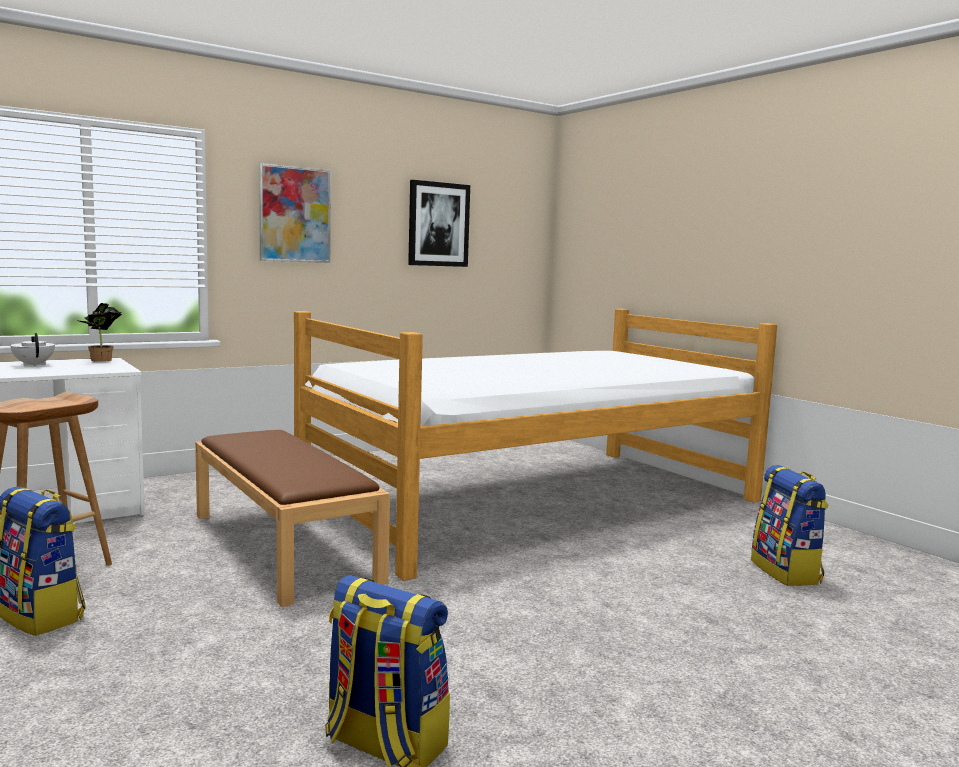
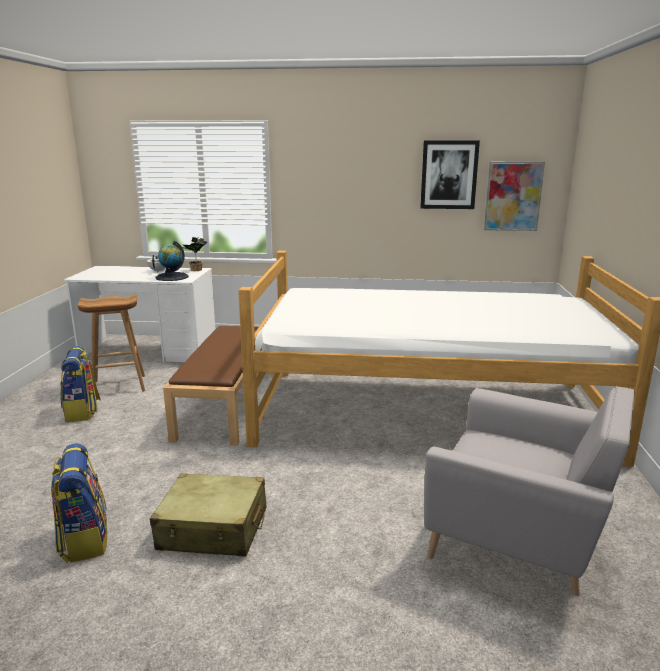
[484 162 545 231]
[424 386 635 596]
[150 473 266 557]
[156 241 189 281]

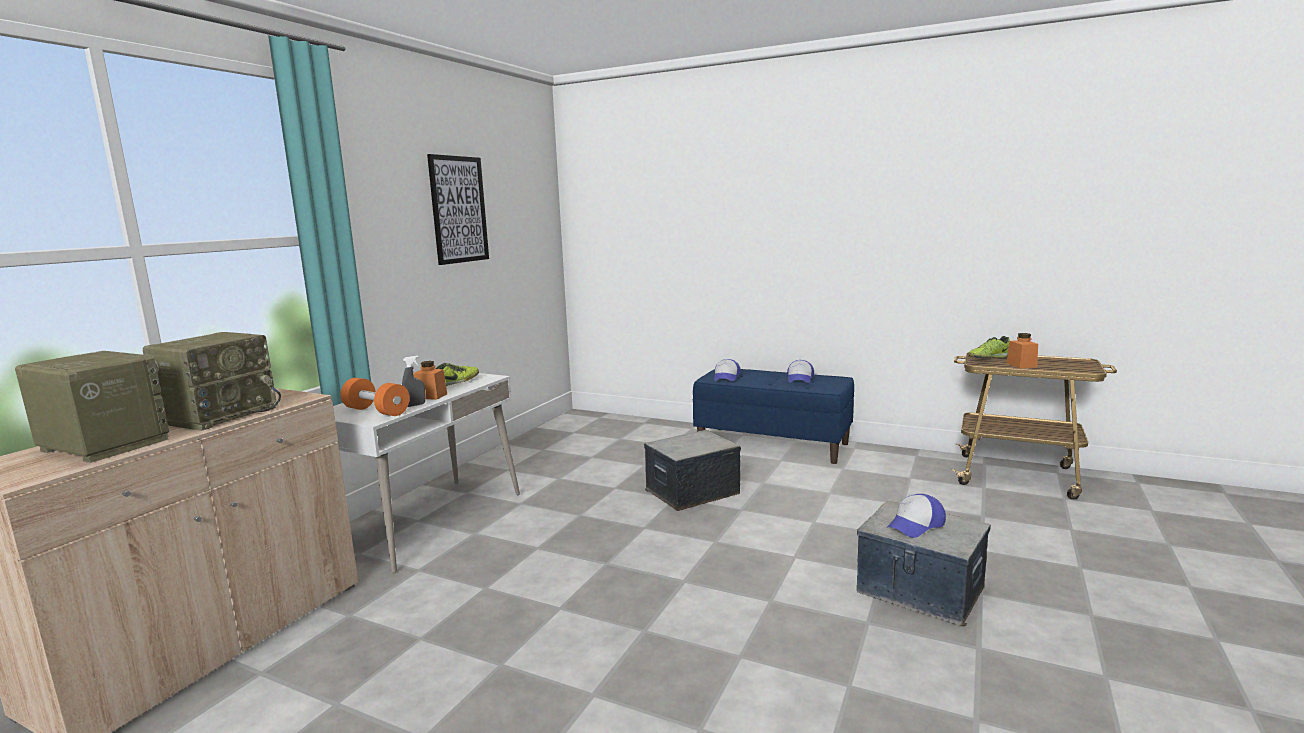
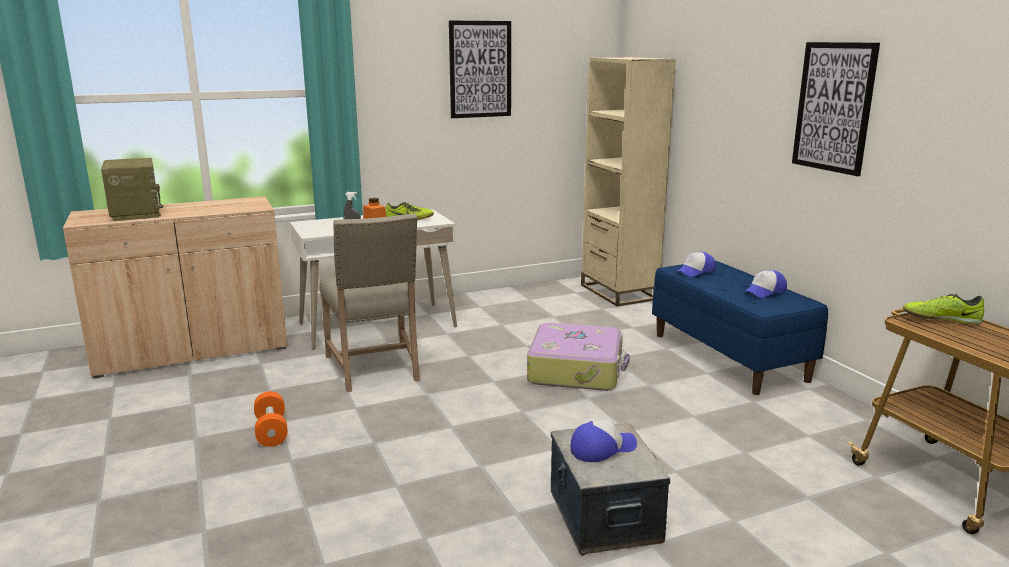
[143 332 281 431] (first image)
[254 391 288 447]
[527 323 630 391]
[570 421 637 462]
[1006 333 1038 368] (first image)
[319 213 420 392]
[581 57 676 306]
[792 42 880 176]

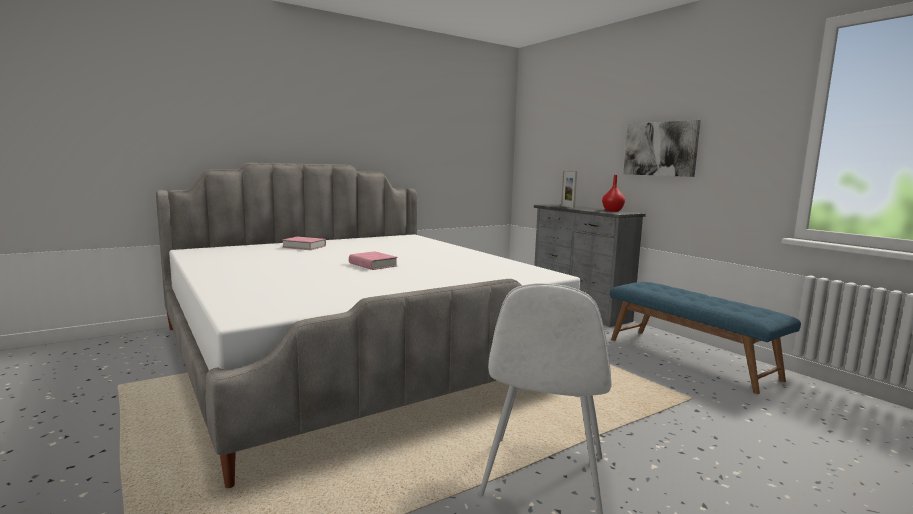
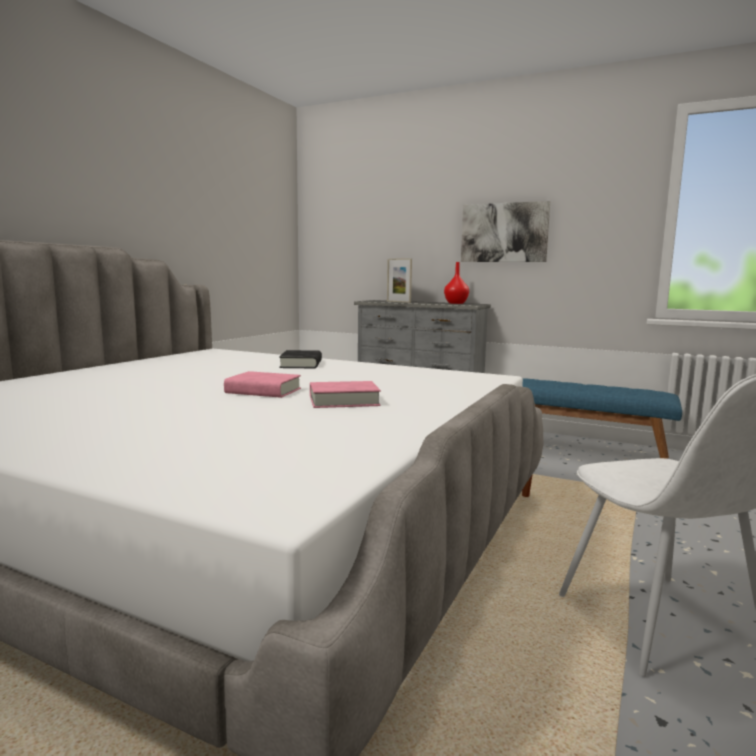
[310 381 381 408]
[279 350 322 368]

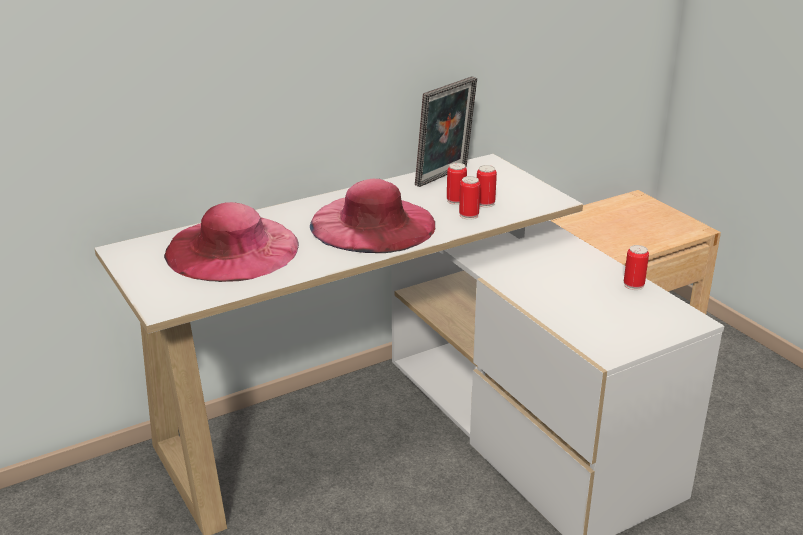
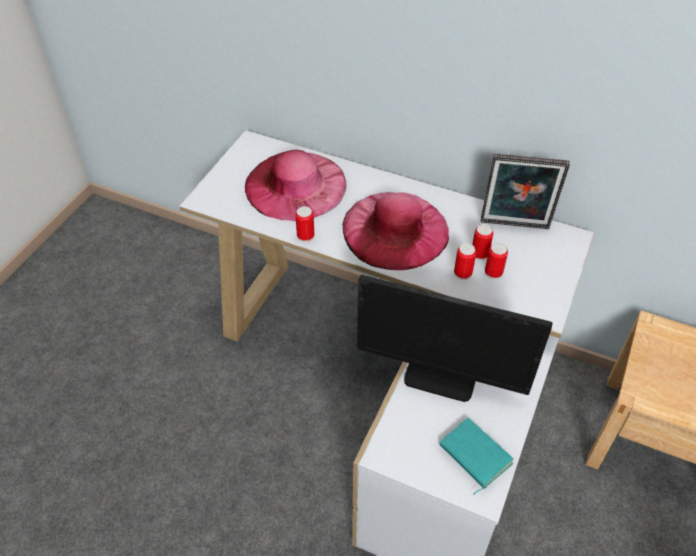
[295 206 314 242]
[357 275 553 402]
[439 418 514 495]

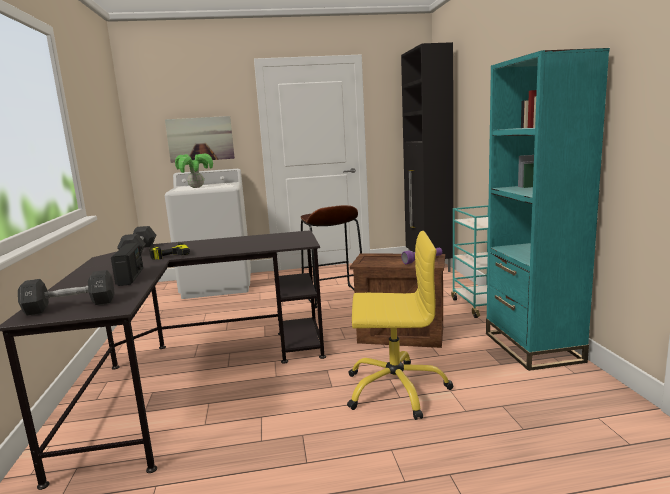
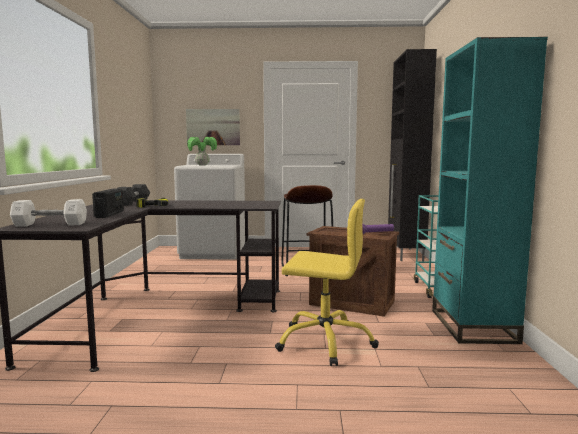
[10 199 87 227]

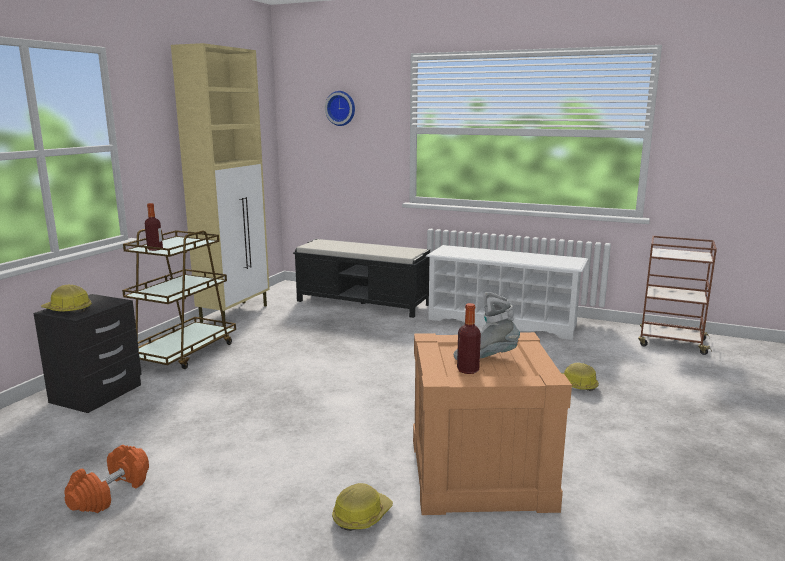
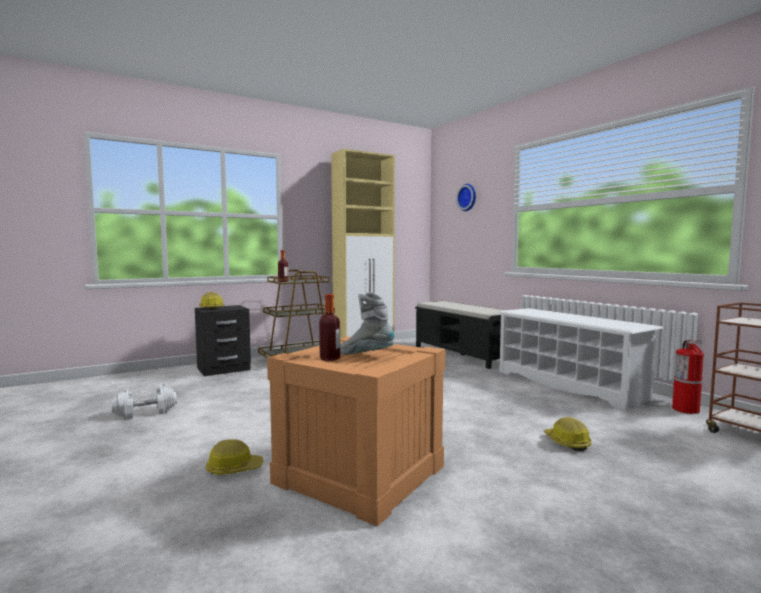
[112 384 177 419]
[672 340 704 414]

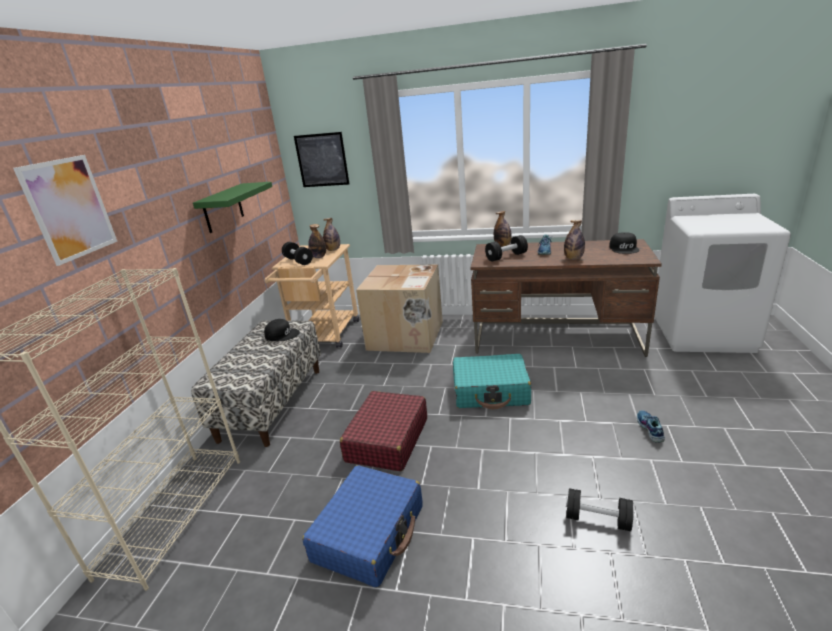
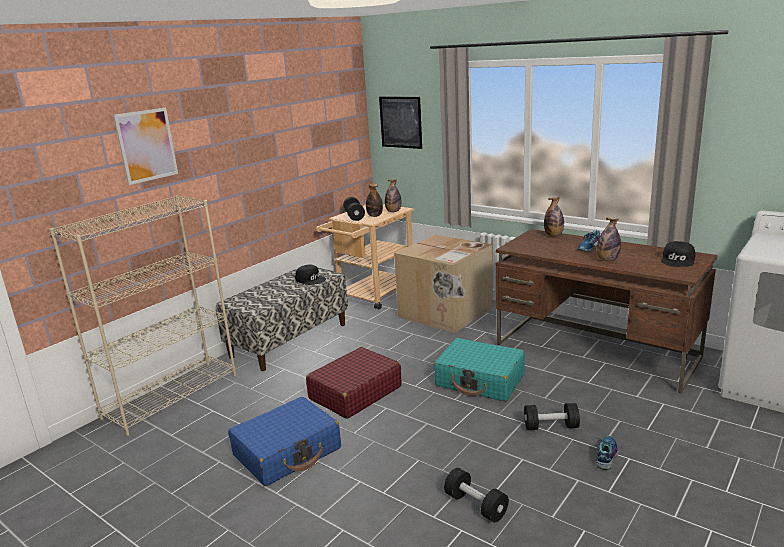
[193 182 272 233] (first image)
[524 403 580 430]

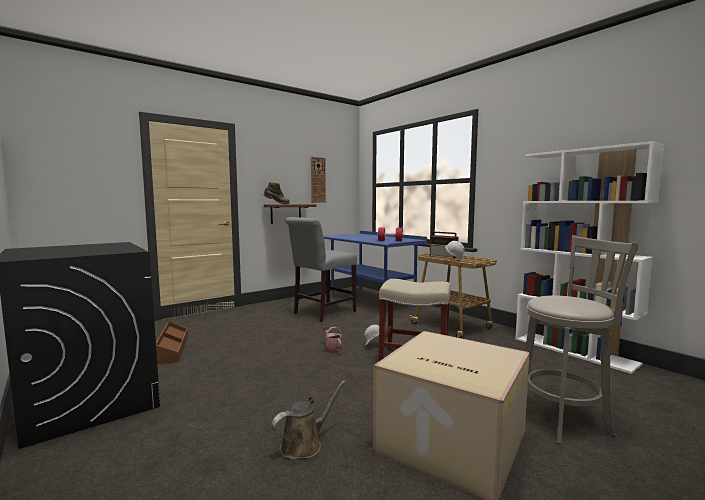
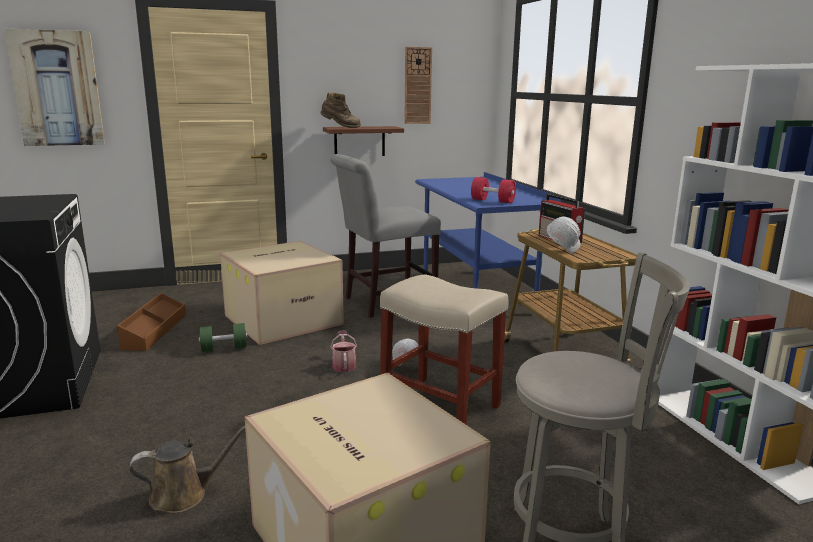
[4 29 105 146]
[199 323 248 352]
[220 241 344 345]

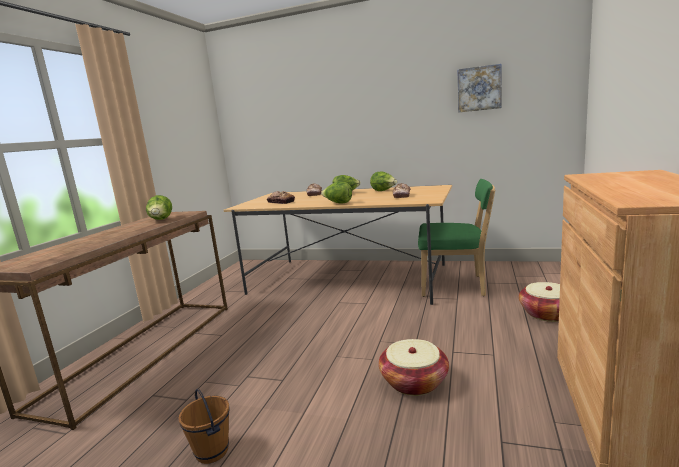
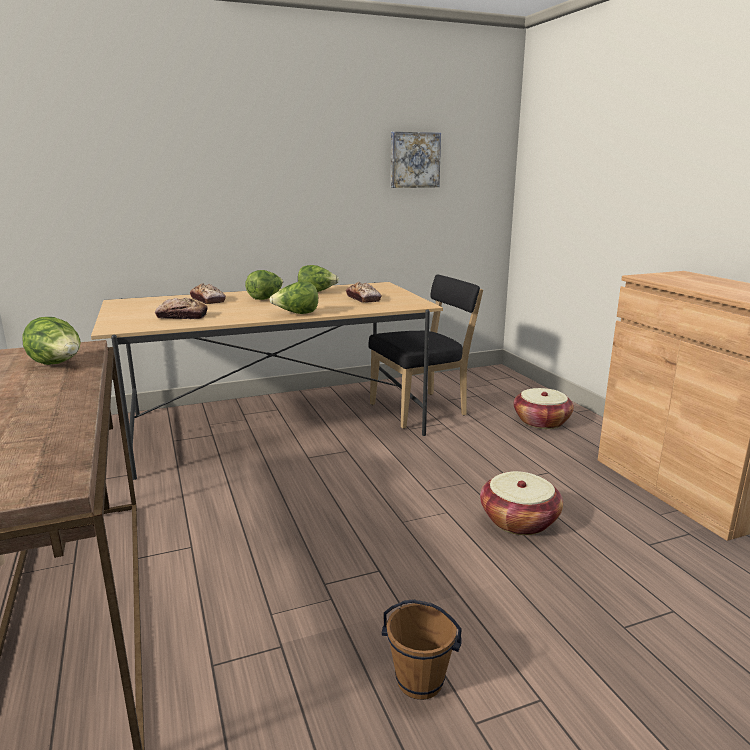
[368 274 483 429]

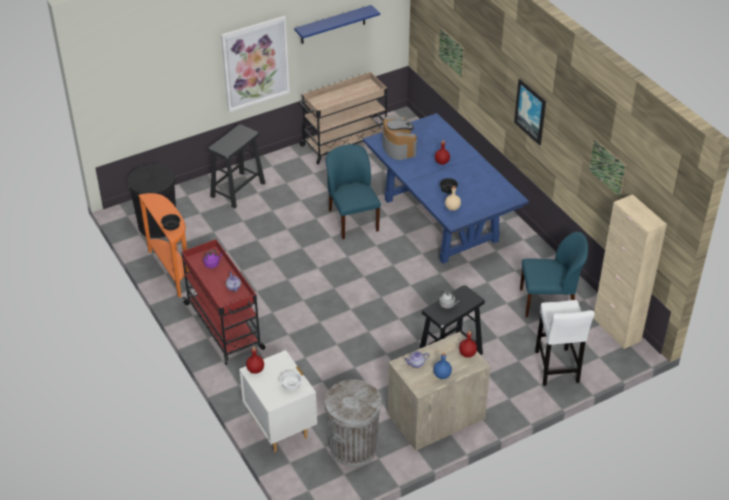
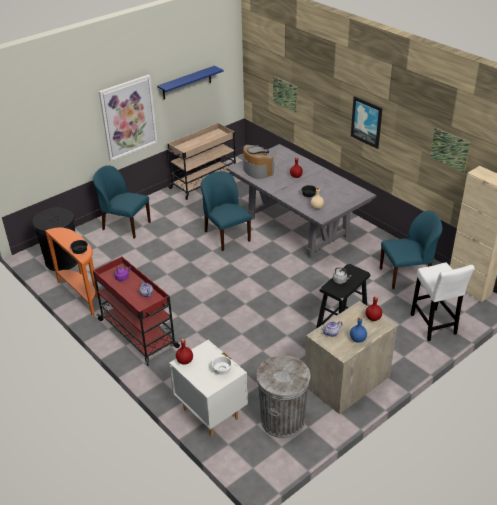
[93 165 151 239]
[226 144 376 258]

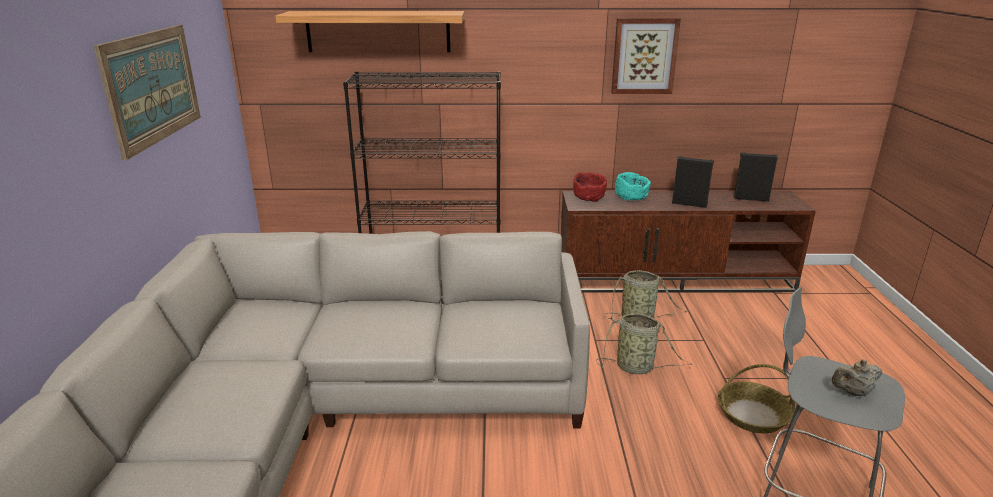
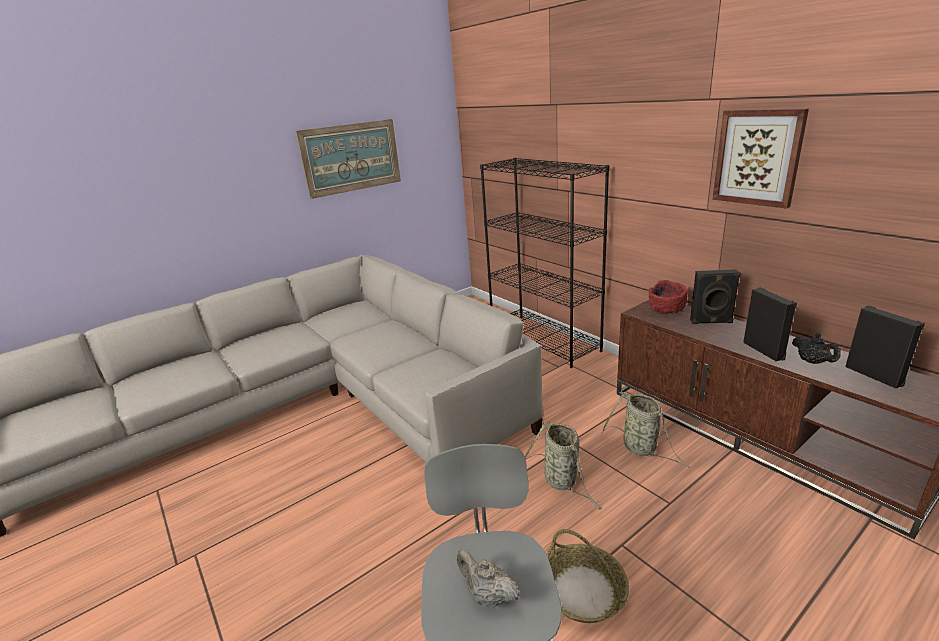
[275 11 464 52] (first image)
[690 269 741 324]
[792 333 841 364]

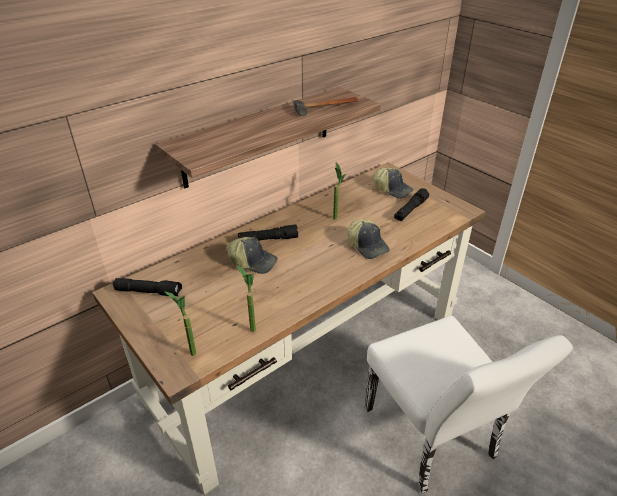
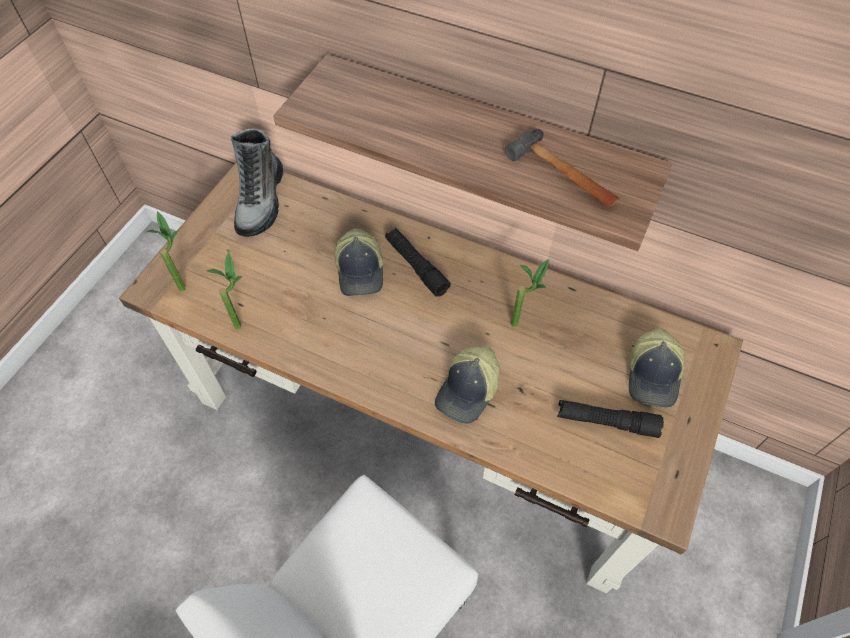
[231 128 284 237]

